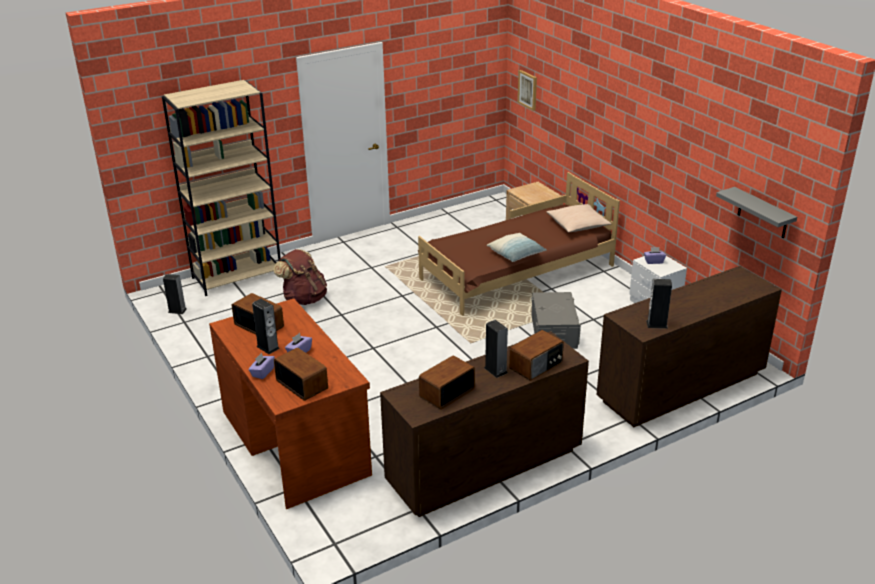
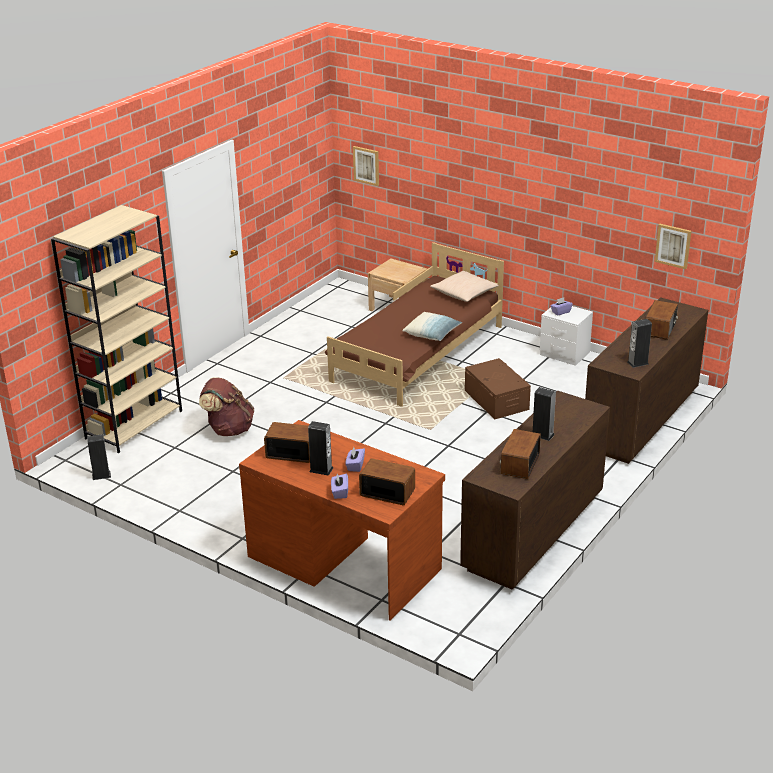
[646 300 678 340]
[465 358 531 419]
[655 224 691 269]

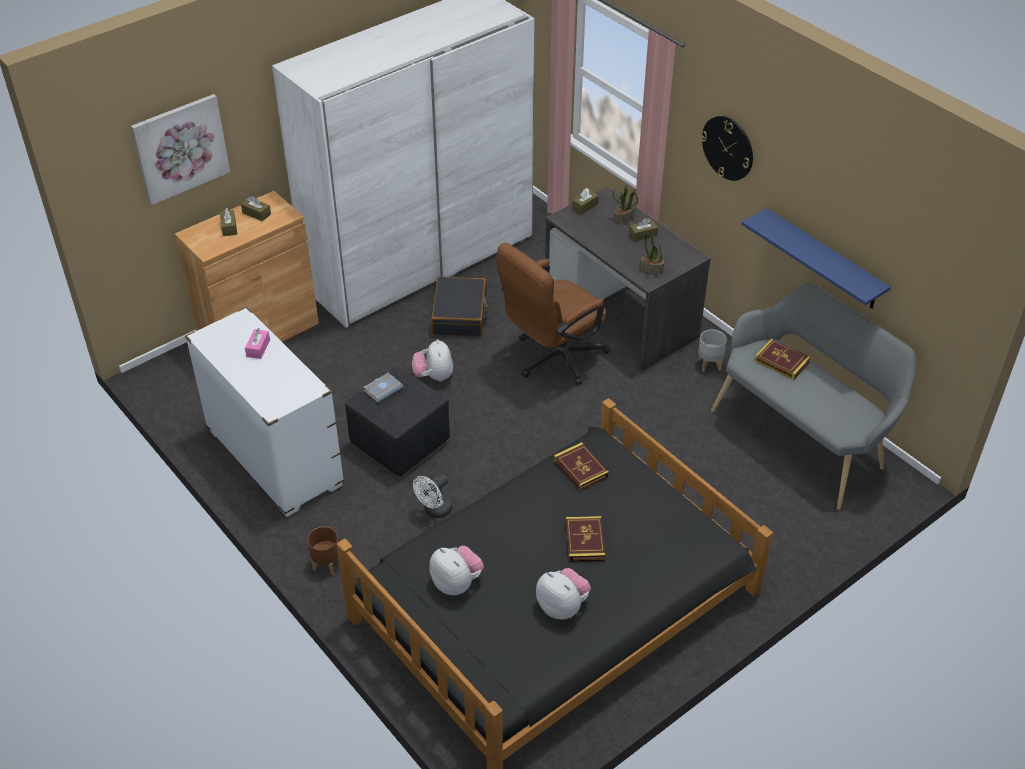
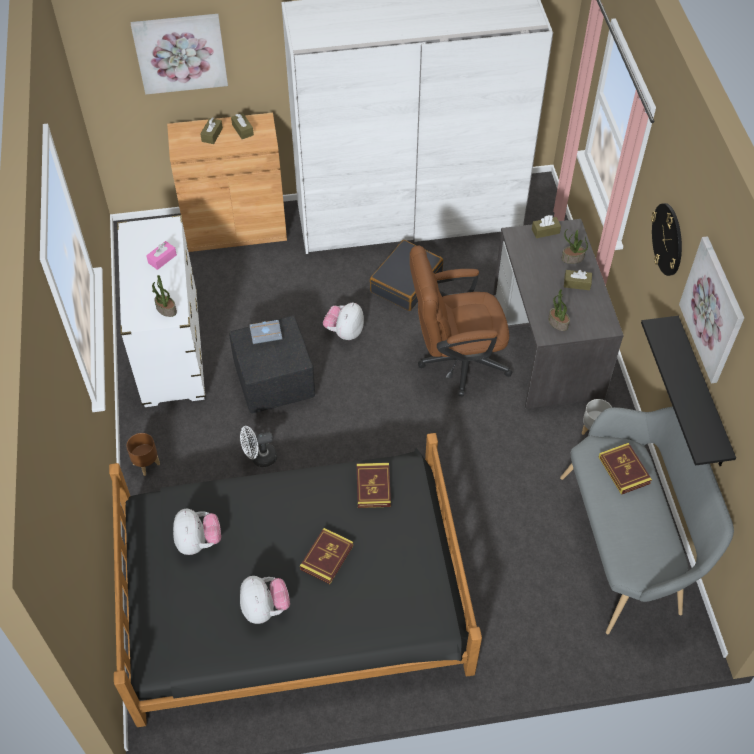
[641 316 736 466]
[152 275 177 317]
[679 236 744 383]

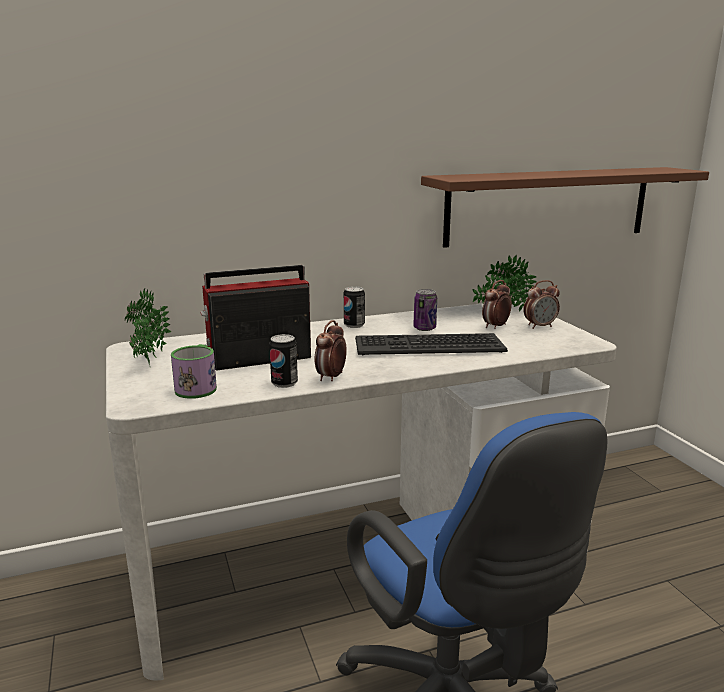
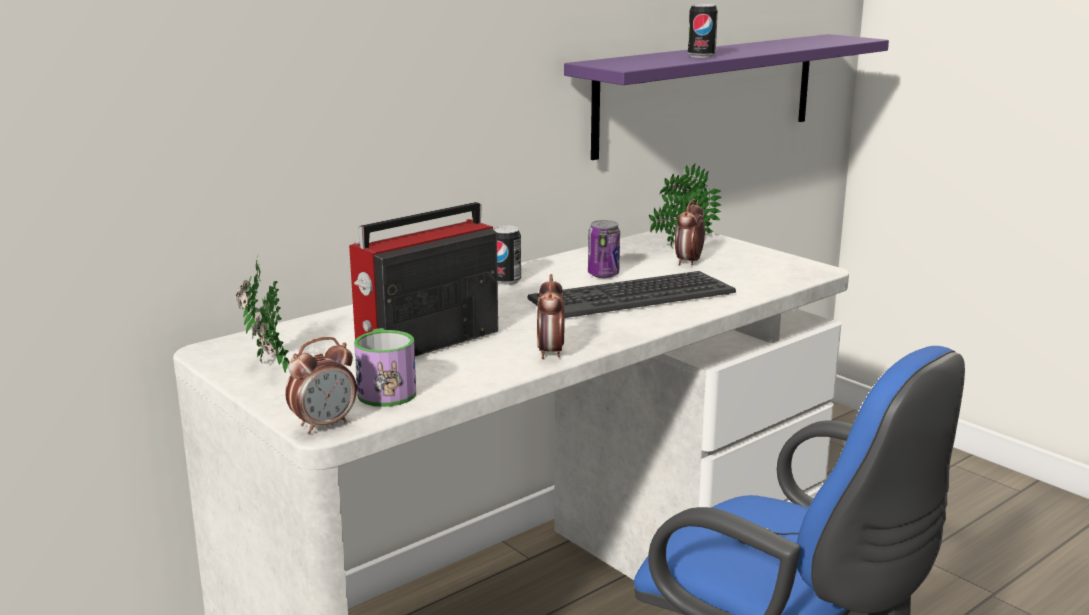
[688 4 718 58]
[564 34 889 160]
[285 337 357 434]

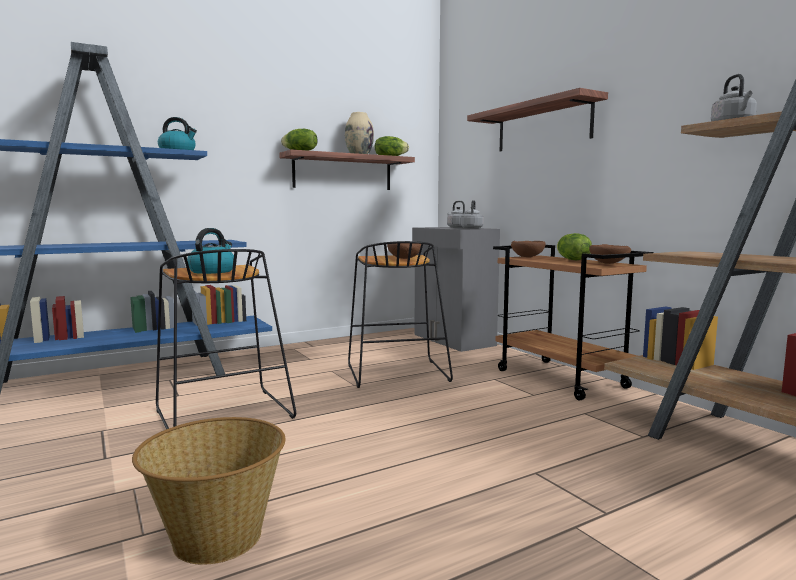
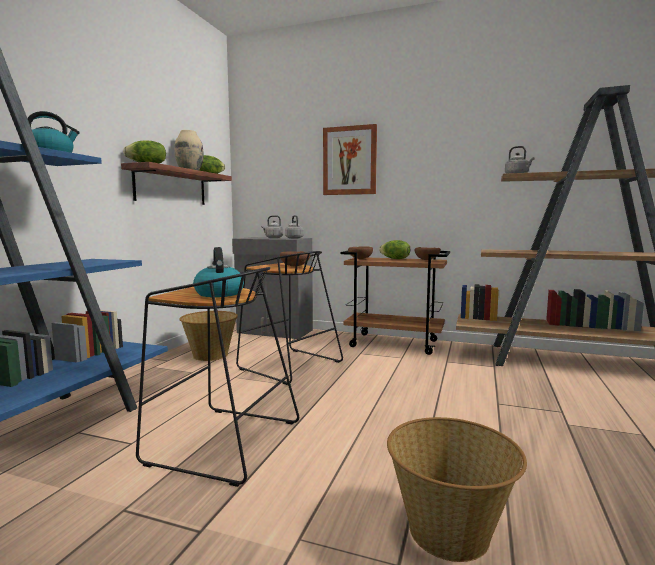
[323 124 377 195]
[179 311 238 361]

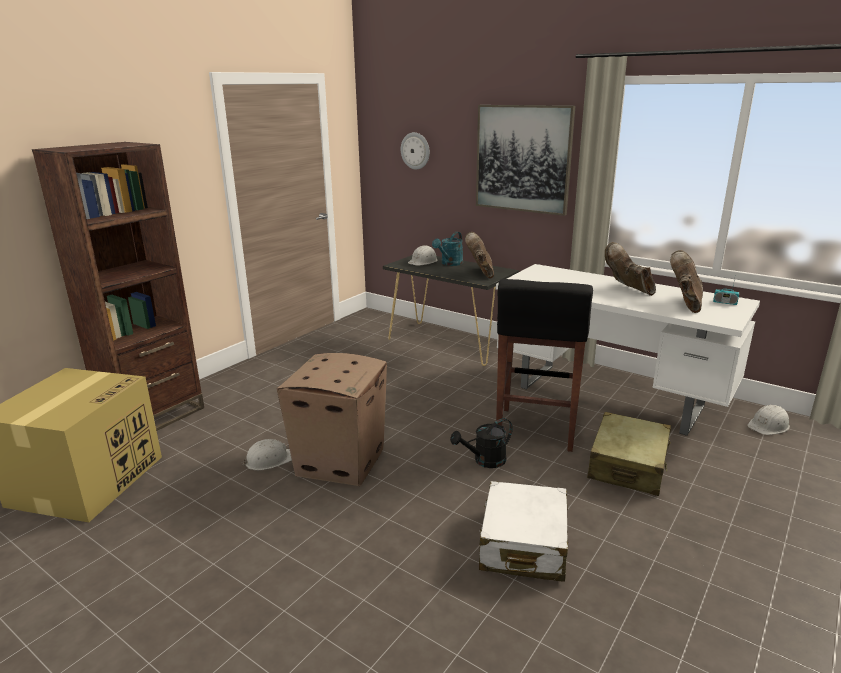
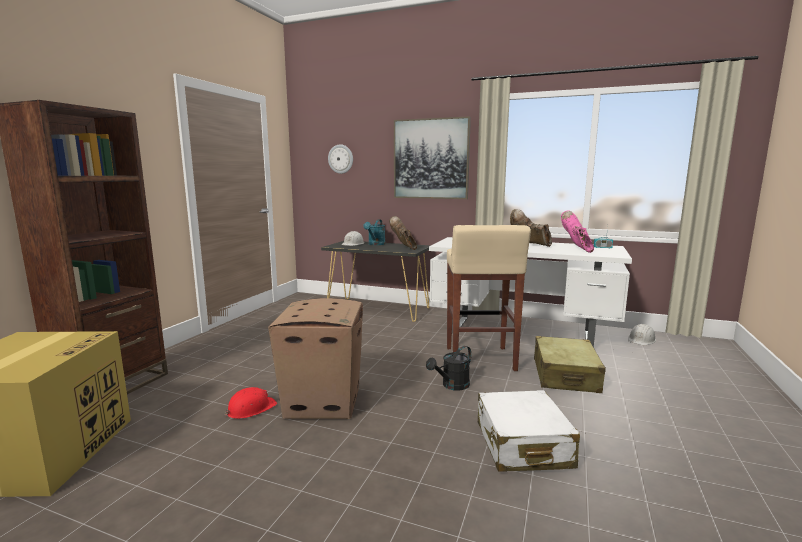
[224 387 277 419]
[447 225 531 371]
[561 210 594 253]

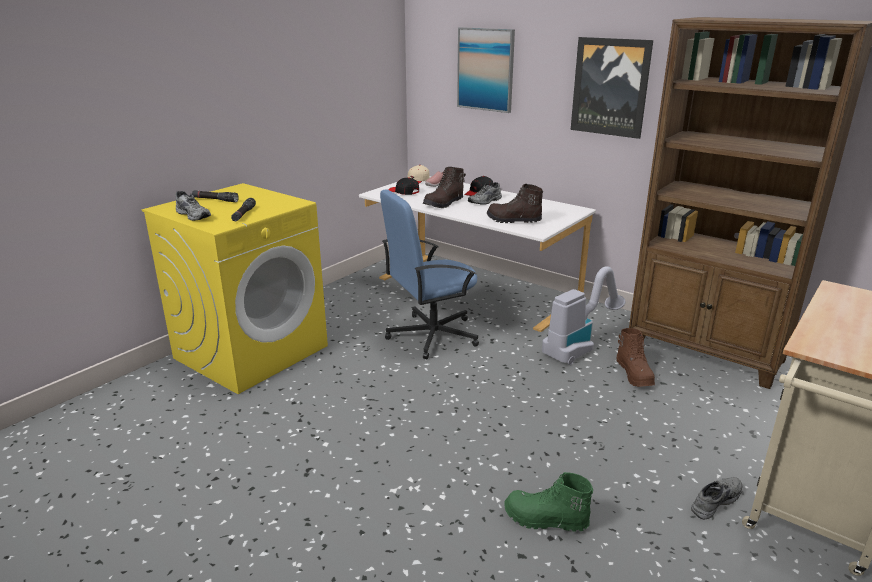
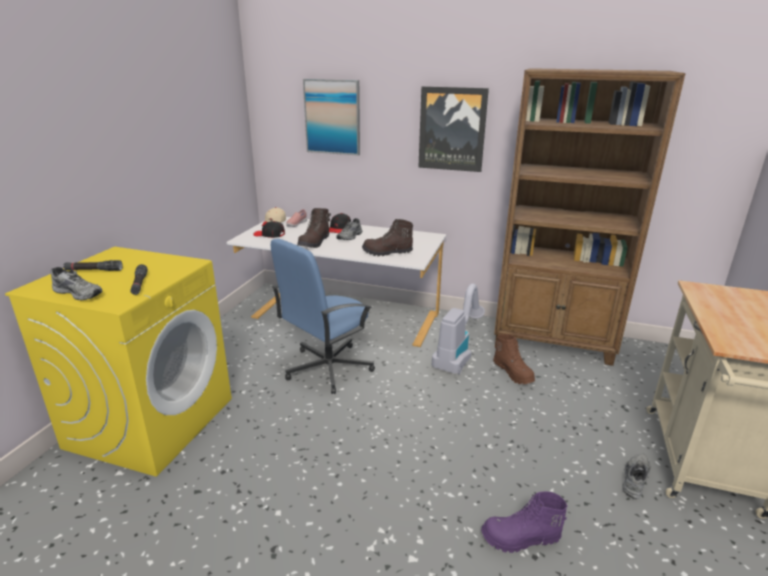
[481 491 567 553]

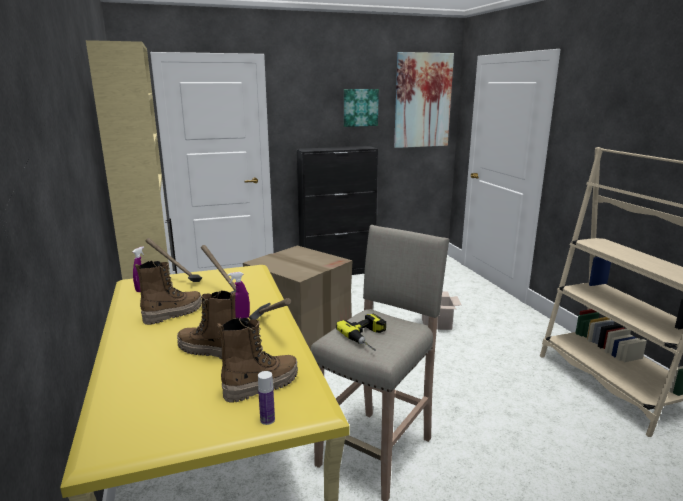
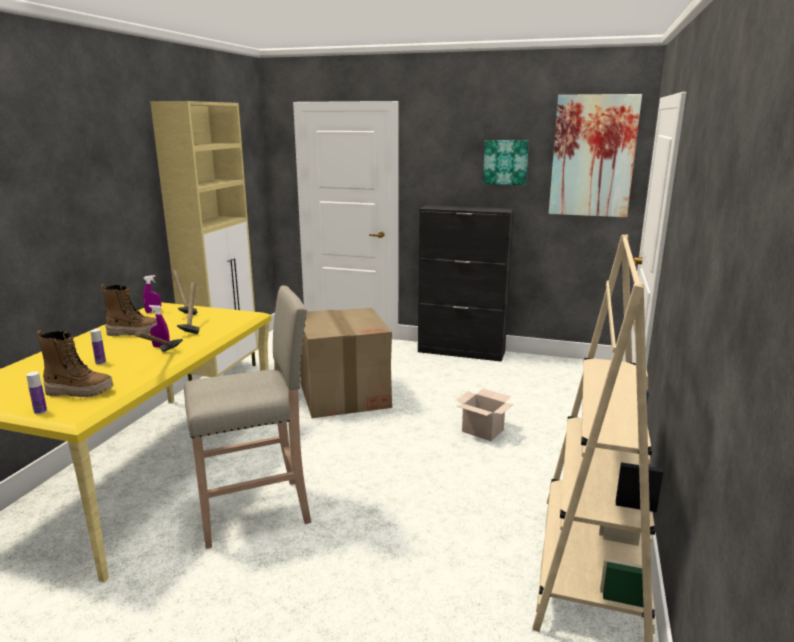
[90 329 106 365]
[336 314 386 351] (first image)

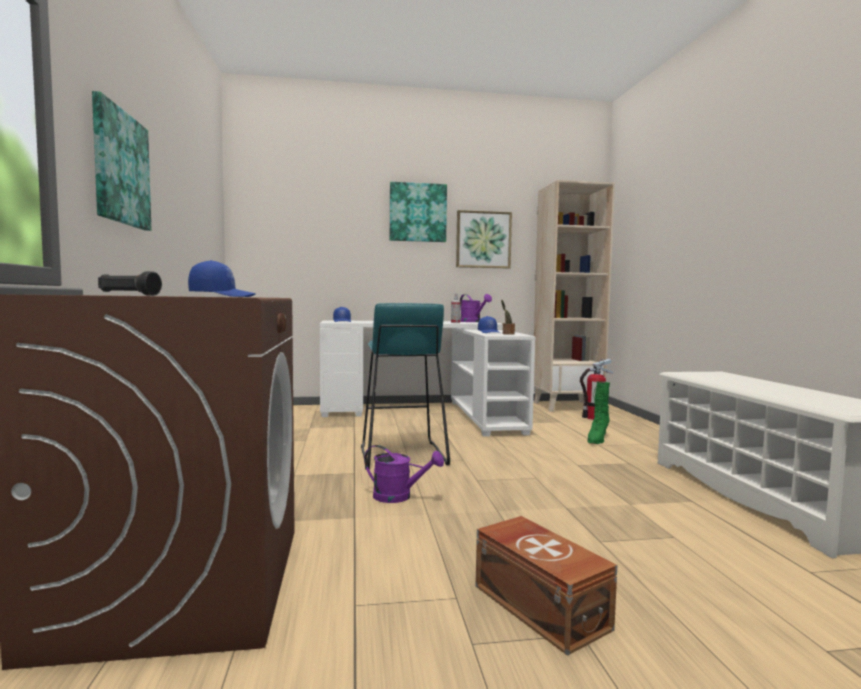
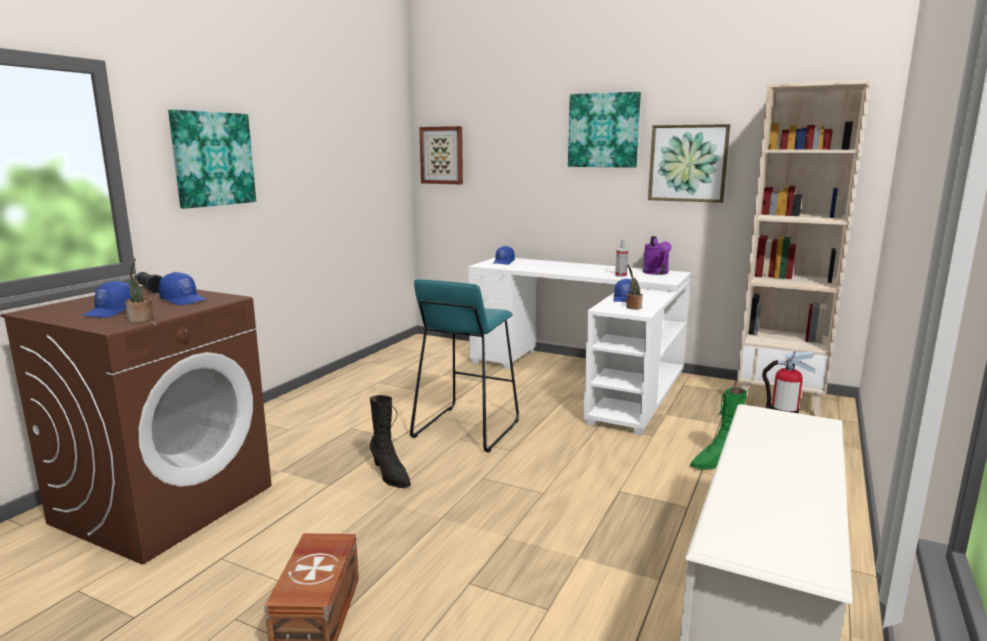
[370 395 411 488]
[82 281 131 318]
[125 258 153 322]
[419 126 463 185]

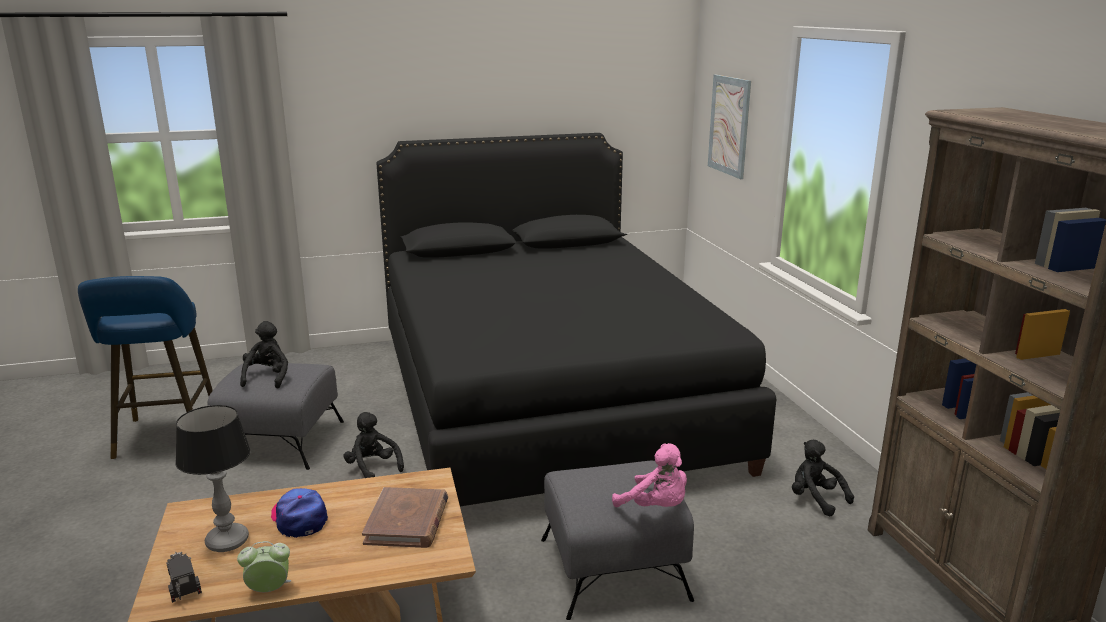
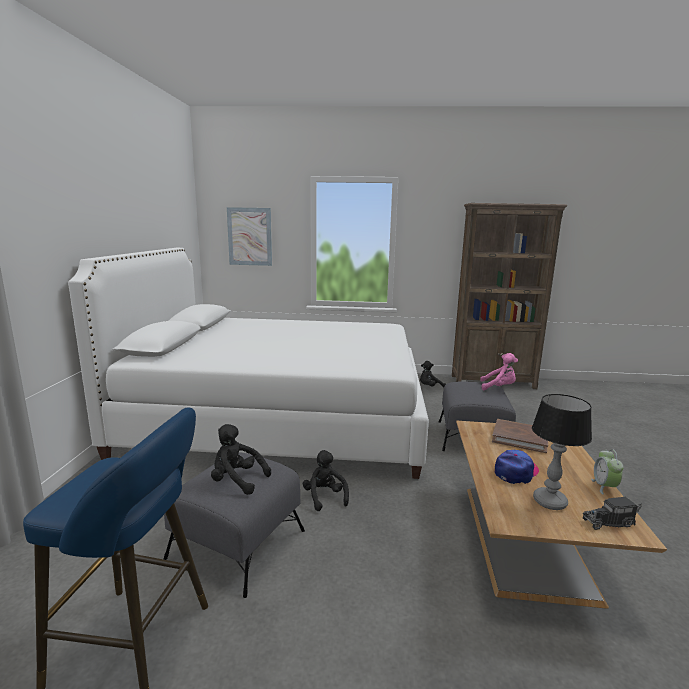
[494 450 539 484]
[303 450 349 511]
[68 248 429 479]
[480 353 518 390]

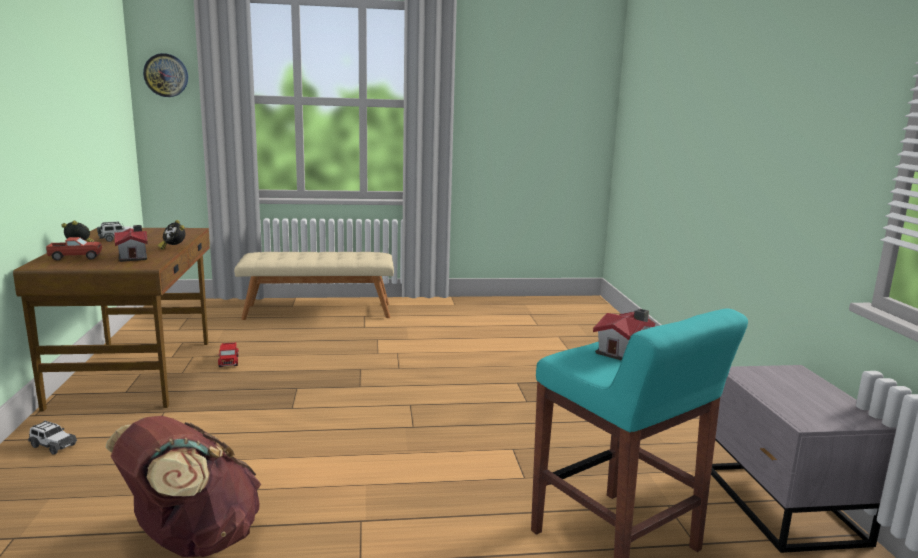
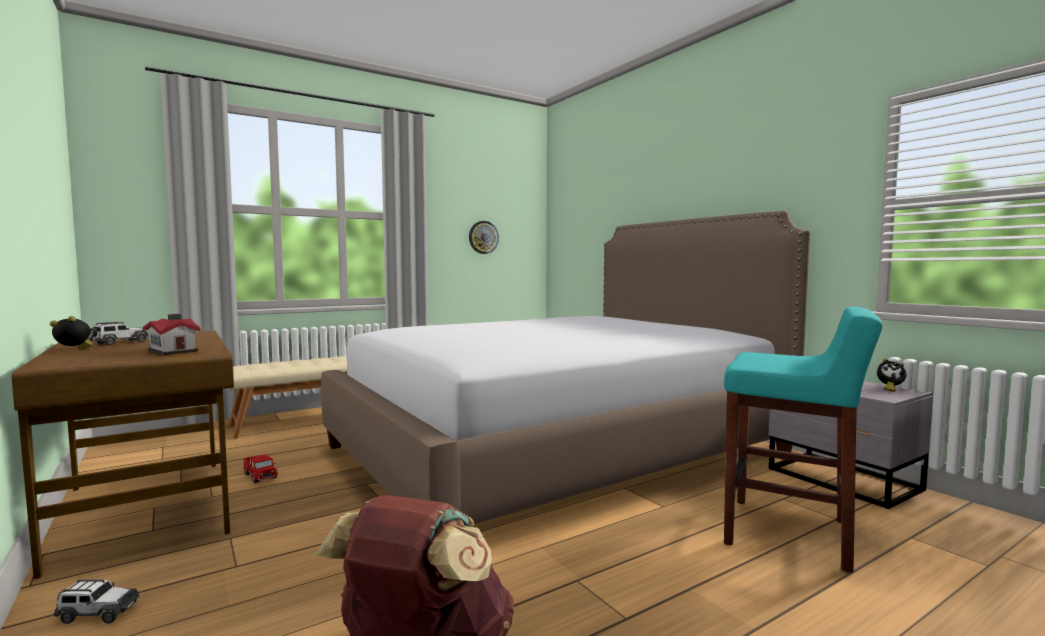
[46 237 102 261] (first image)
[469 221 499 254]
[877 358 906 392]
[593 308 655 361] (first image)
[321 211 810 524]

